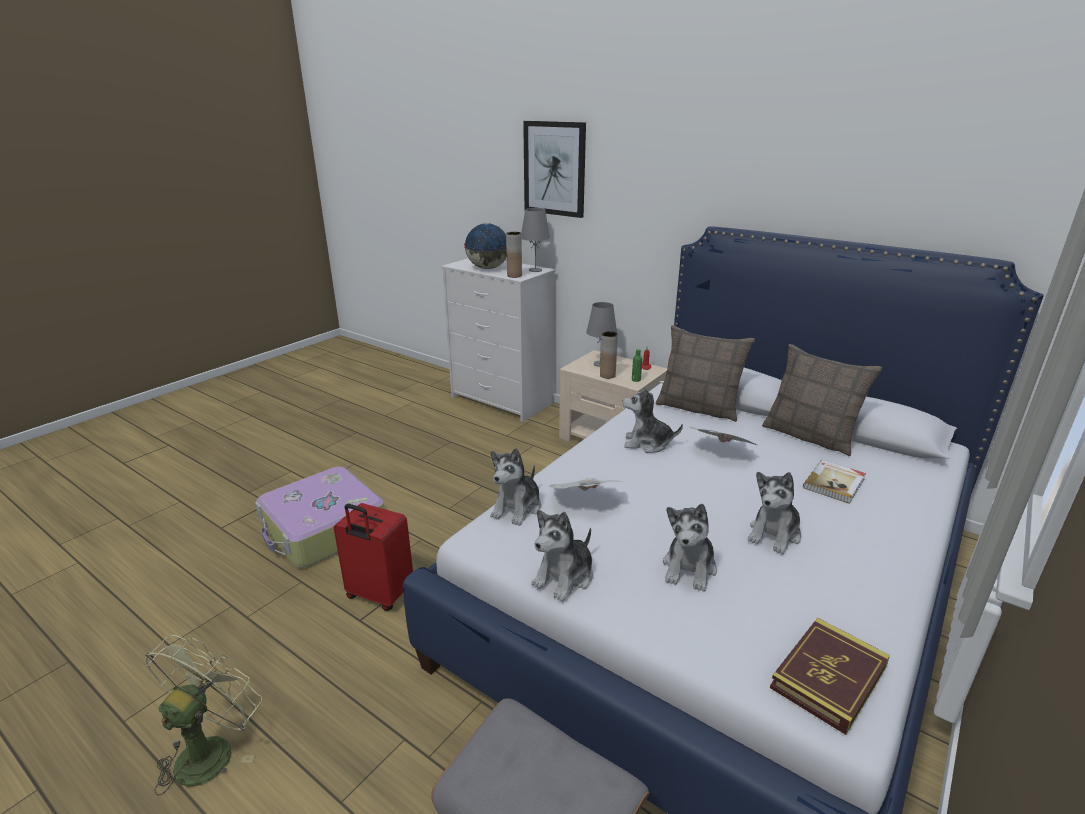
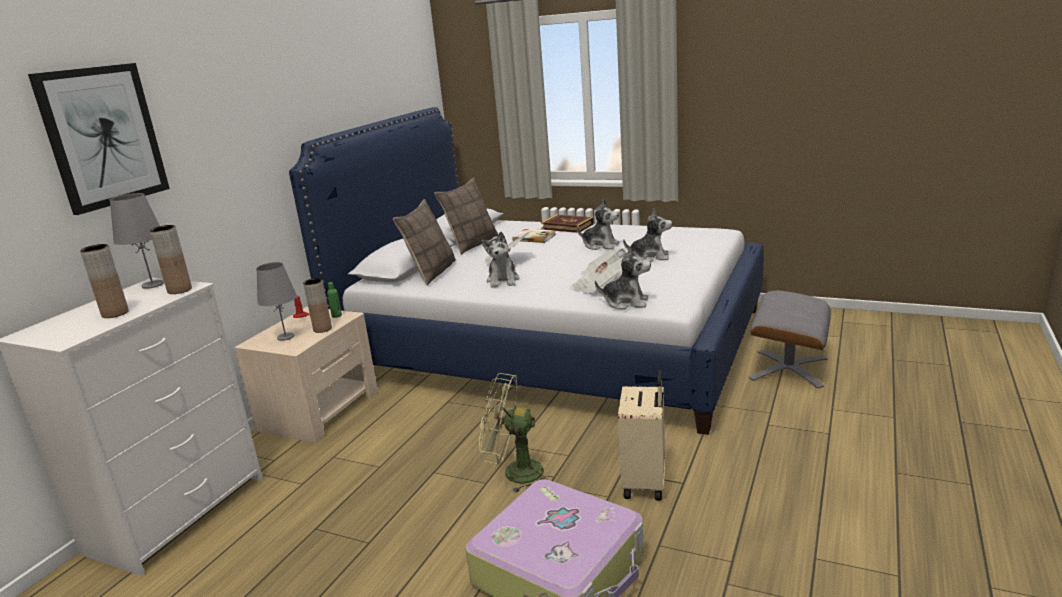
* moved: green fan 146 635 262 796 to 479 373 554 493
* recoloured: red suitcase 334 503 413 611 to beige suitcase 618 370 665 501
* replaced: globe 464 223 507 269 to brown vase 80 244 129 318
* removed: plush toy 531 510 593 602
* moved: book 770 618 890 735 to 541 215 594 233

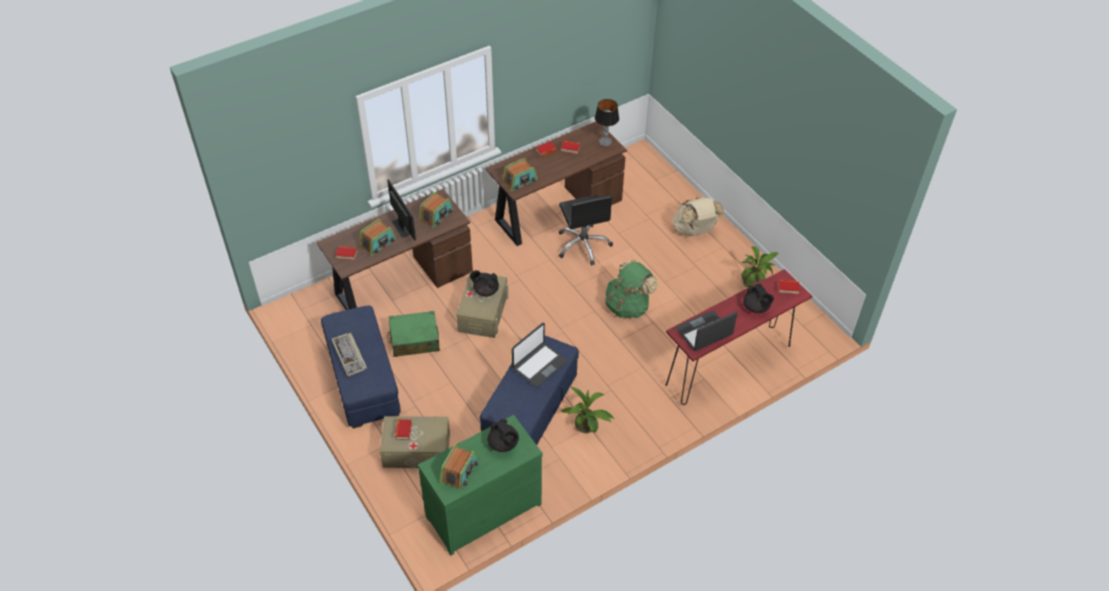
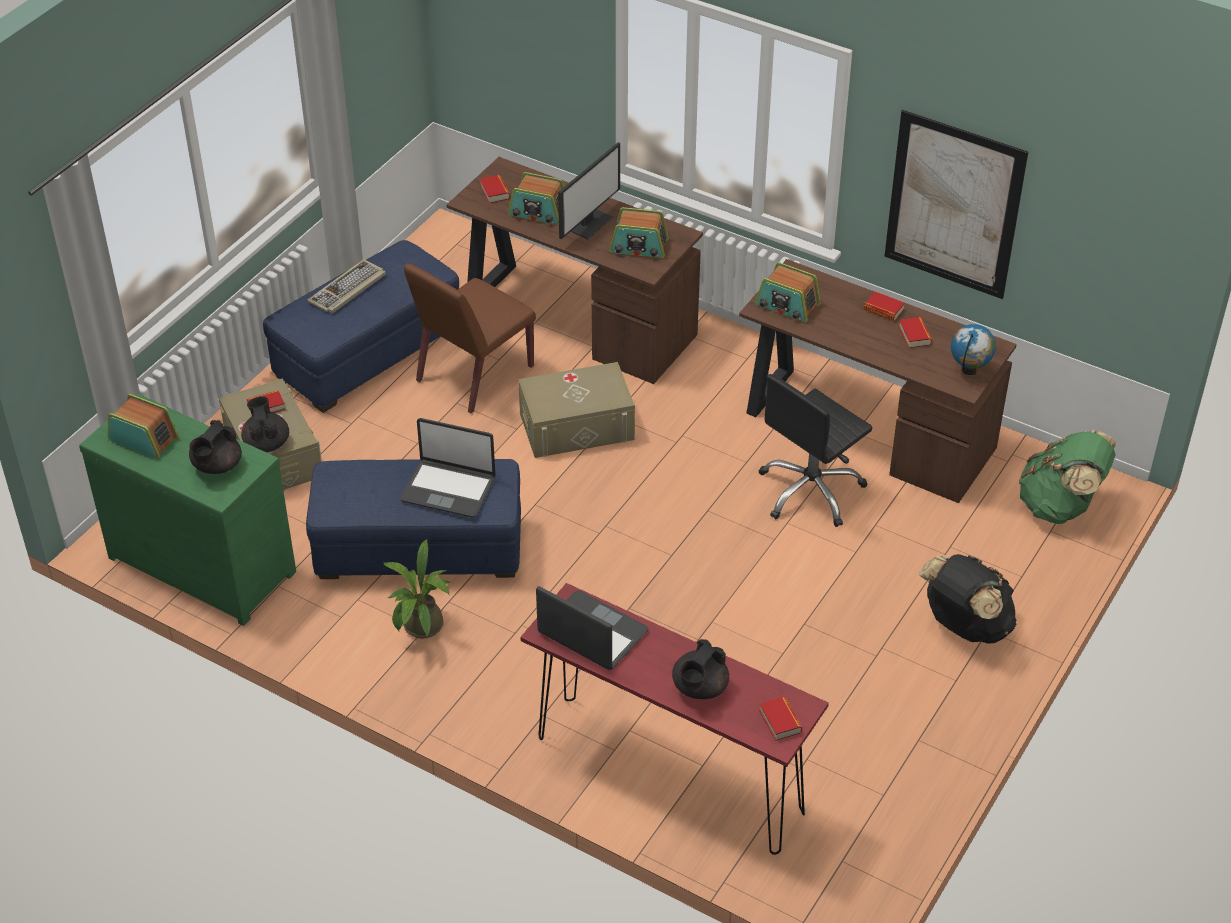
* replaced: green suitcase 387 311 440 357 to brown chair 404 264 536 414
* turned: radio 441 444 478 491 = 108 394 179 459 150 degrees counterclockwise
* moved: black teapot 470 270 499 297 to 241 396 289 452
* replaced: table lamp 595 99 619 146 to globe 951 324 996 375
* moved: green backpack 605 260 658 318 to 1019 430 1116 524
* recoloured: beige backpack 672 197 724 236 to black backpack 919 554 1016 644
* removed: potted plant 741 246 779 288
* added: picture 884 110 1028 299

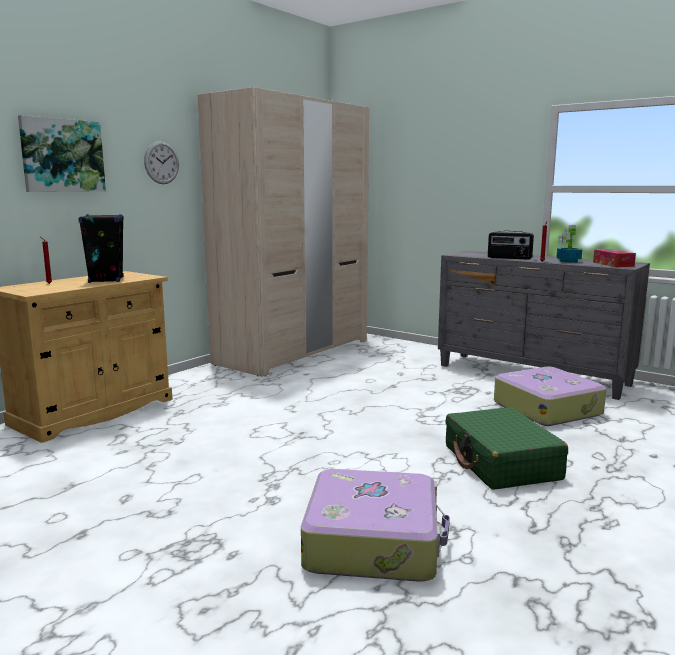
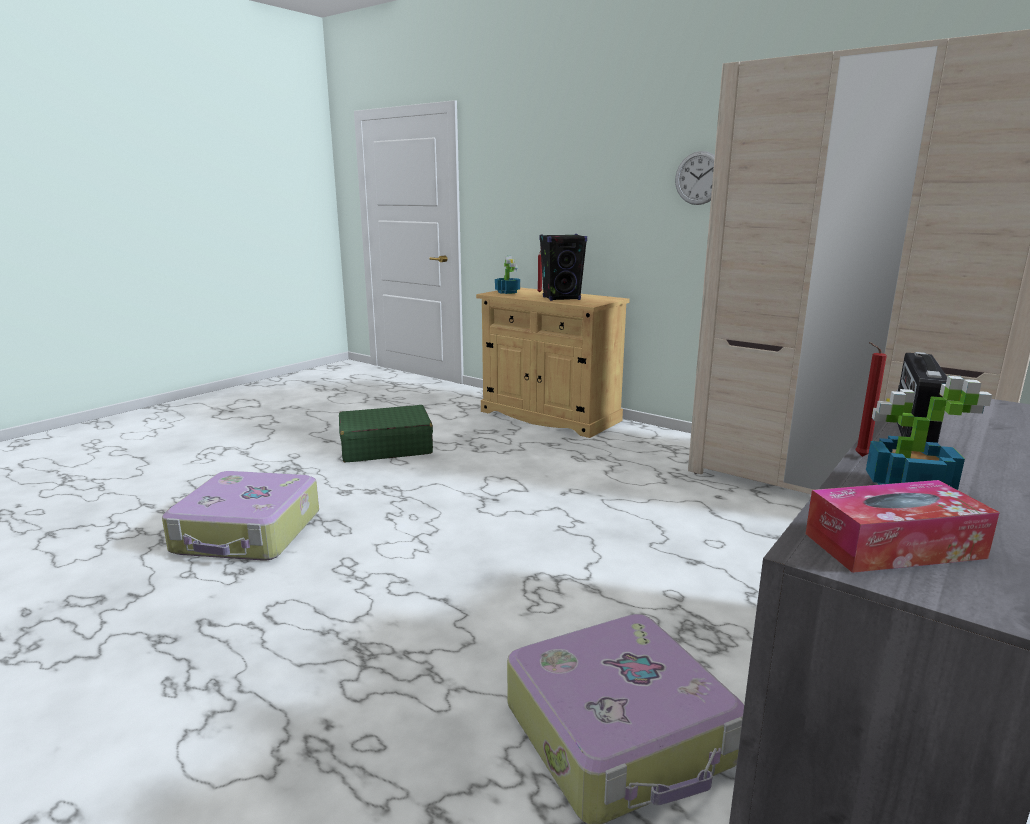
* removed: picture 18 115 106 192
* moved: green suitcase 445 407 568 490 to 339 405 433 462
* added: potted plant 495 256 520 294

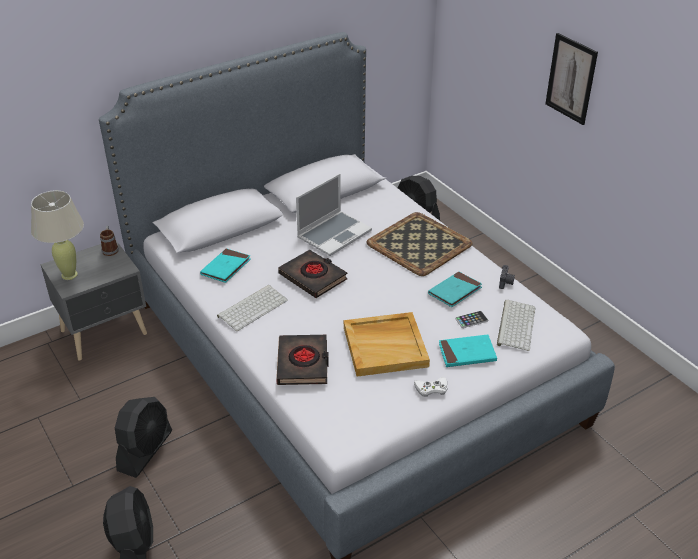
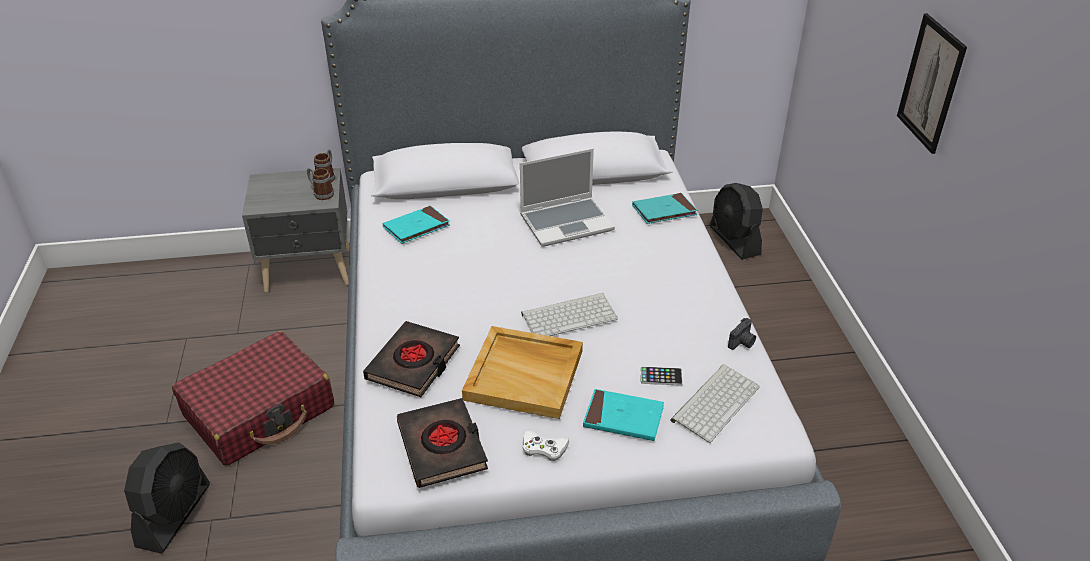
* removed: beige table lamp 31 191 84 280
* replaced: black fan 115 397 172 478 to red suitcase 172 331 334 466
* moved: keyboard 217 285 288 331 to 521 293 618 336
* moved: black book 278 250 347 298 to 397 398 488 488
* removed: tray 366 212 473 276
* moved: turquoise book 428 271 482 307 to 632 193 697 224
* added: mug 307 167 334 200

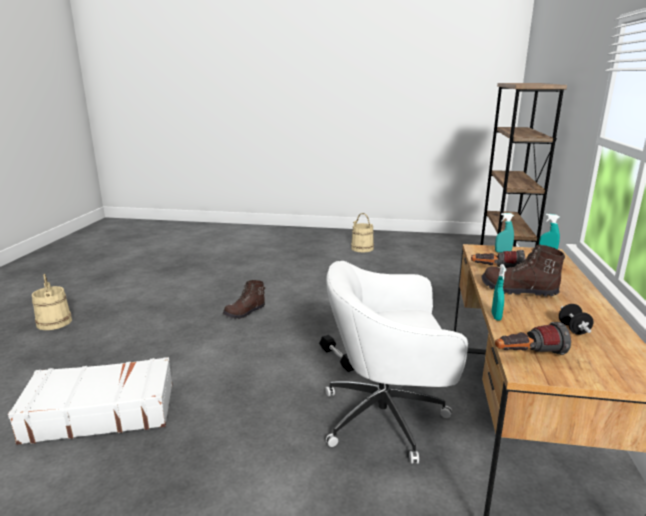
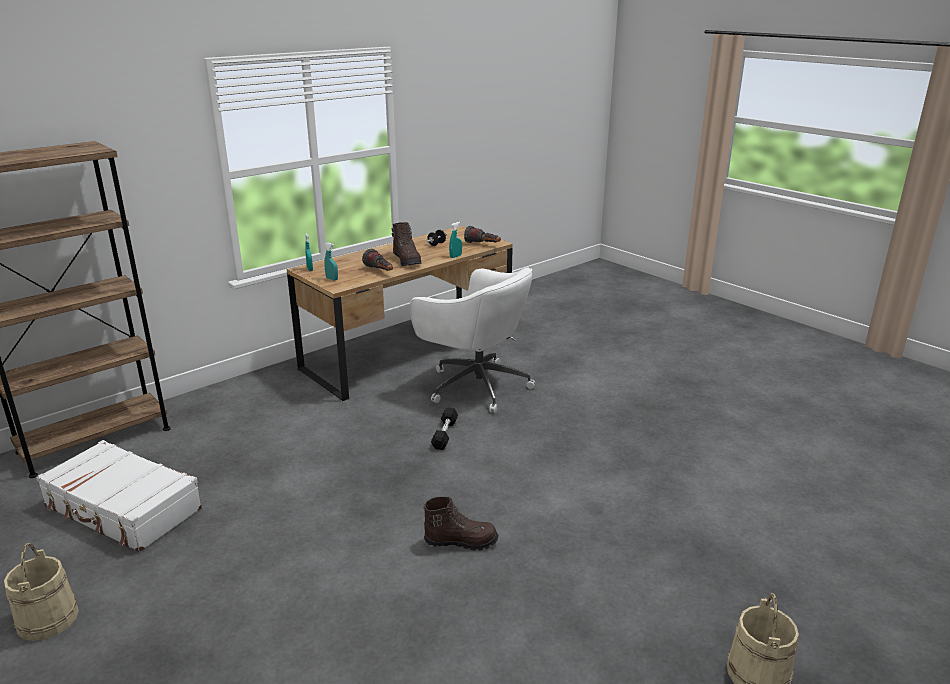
* moved: white suitcase 8 357 172 445 to 36 440 202 552

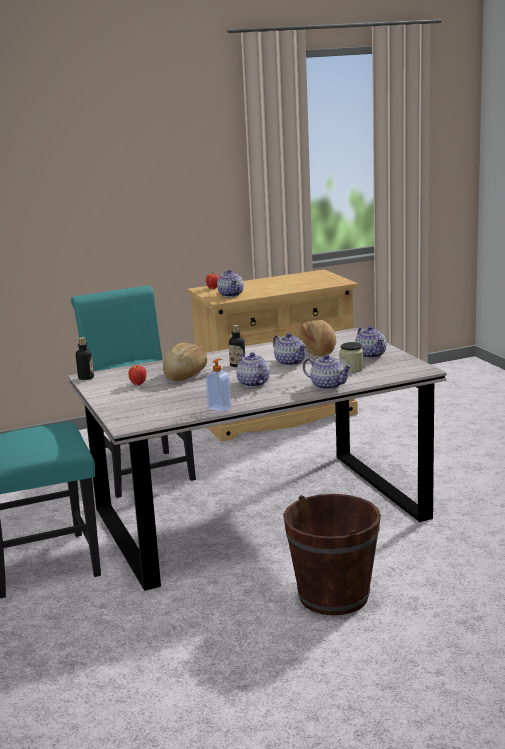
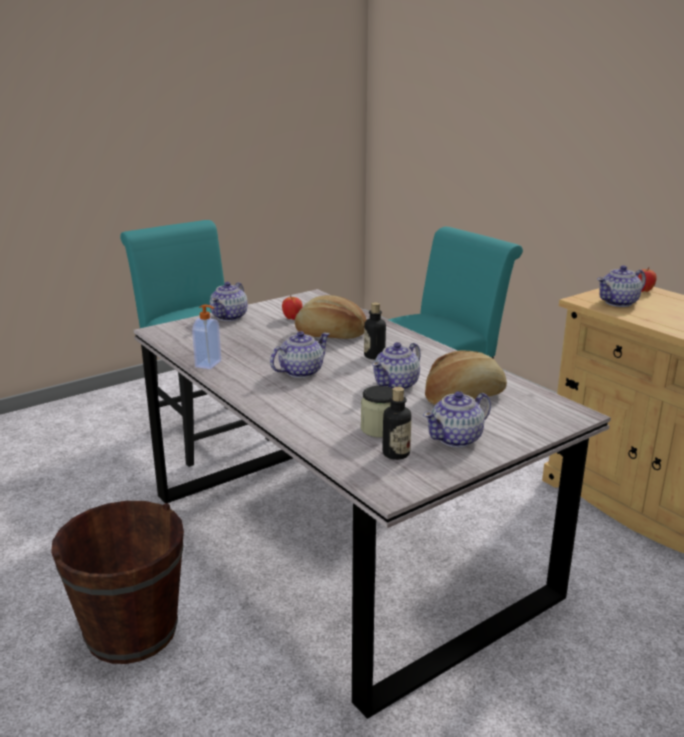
* moved: bottle 76 337 94 380 to 382 387 412 460
* moved: teapot 303 354 352 390 to 210 282 248 321

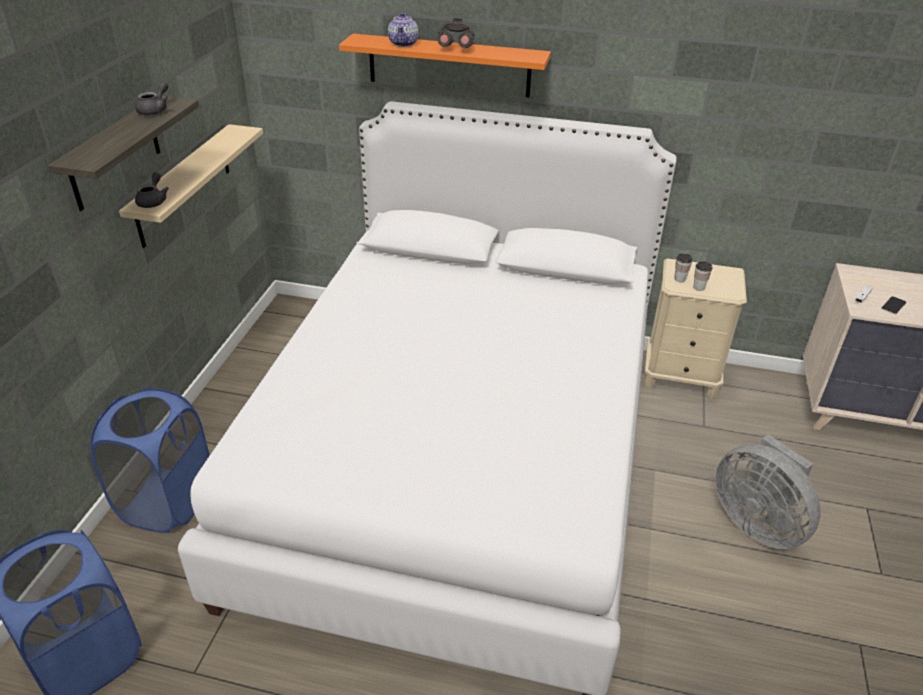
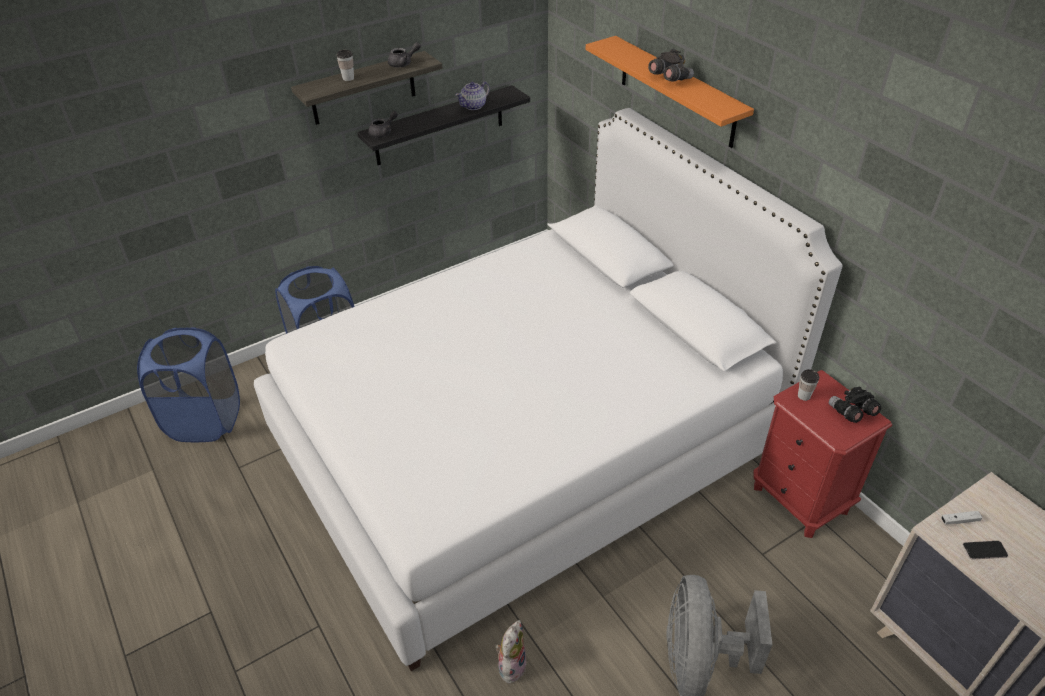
* recoloured: beige shelf 119 124 263 248 to black shelf 357 85 530 165
* moved: teapot 388 12 419 47 to 456 82 490 110
* recoloured: beige nightstand 645 258 747 399 to red nightstand 753 370 892 538
* moved: cup 693 261 713 291 to 337 50 354 81
* added: plush toy 495 620 527 684
* added: black binoculars 829 386 881 423

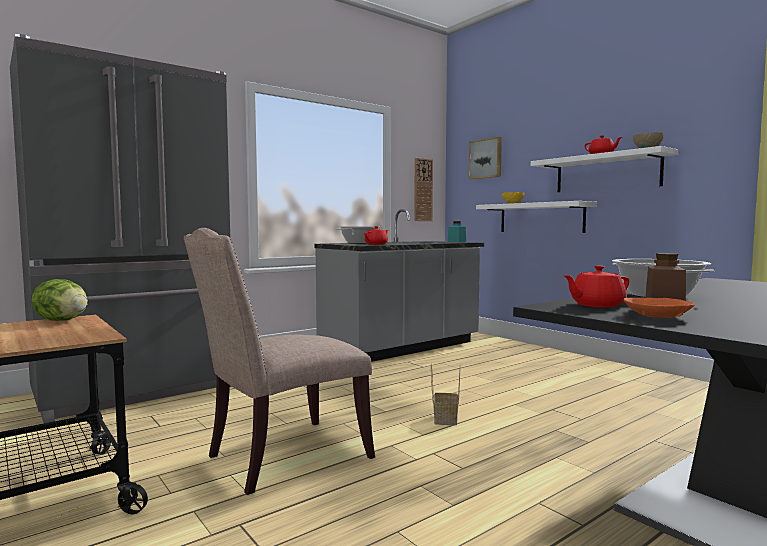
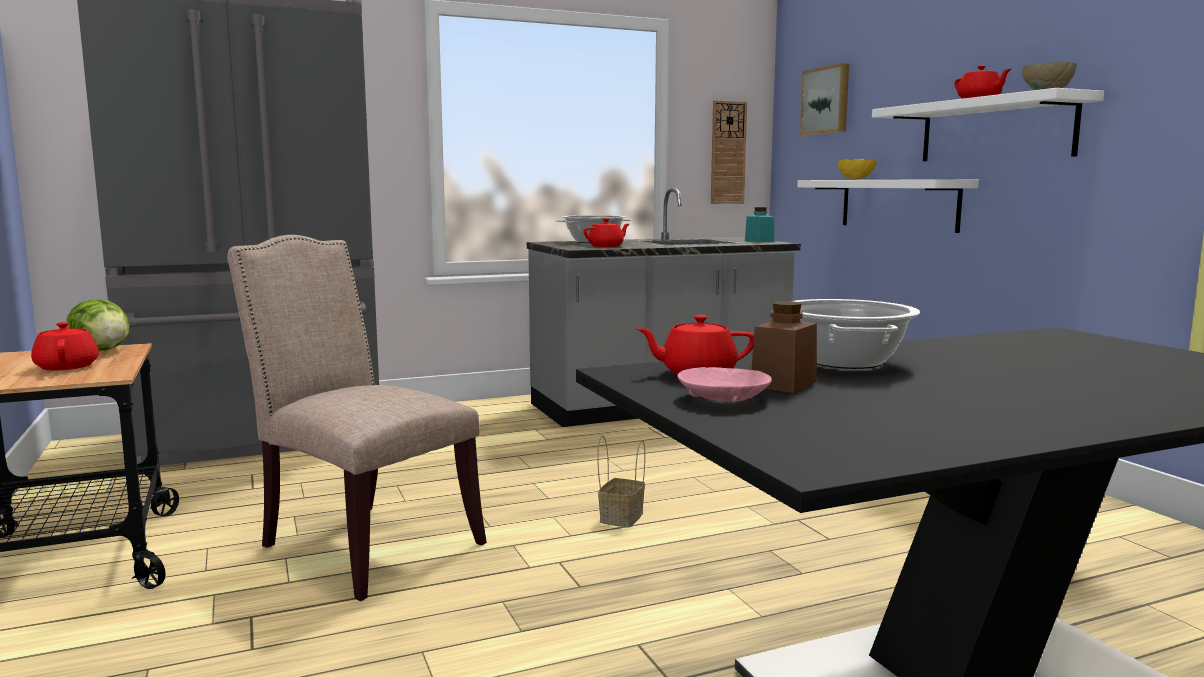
* turned: beige chair 184 228 375 495 = 227 235 487 601 60 degrees clockwise
* recoloured: orange bowl 624 298 695 318 to pink bowl 677 367 772 402
* added: red teapot 31 322 99 370

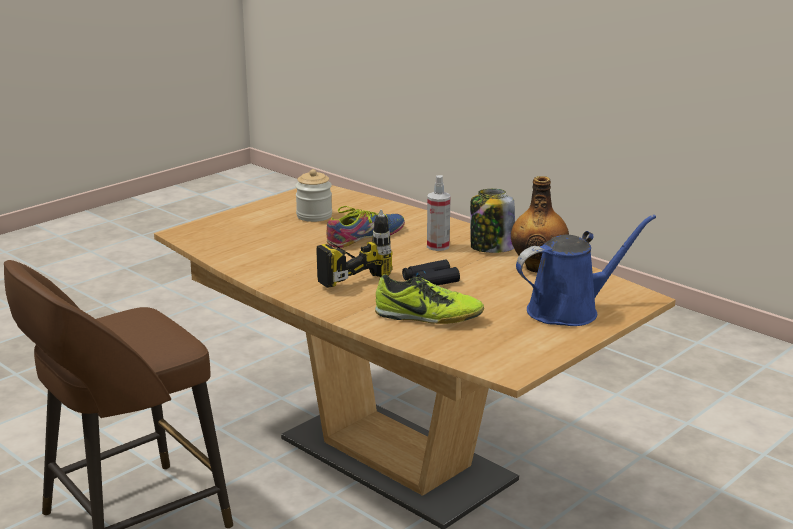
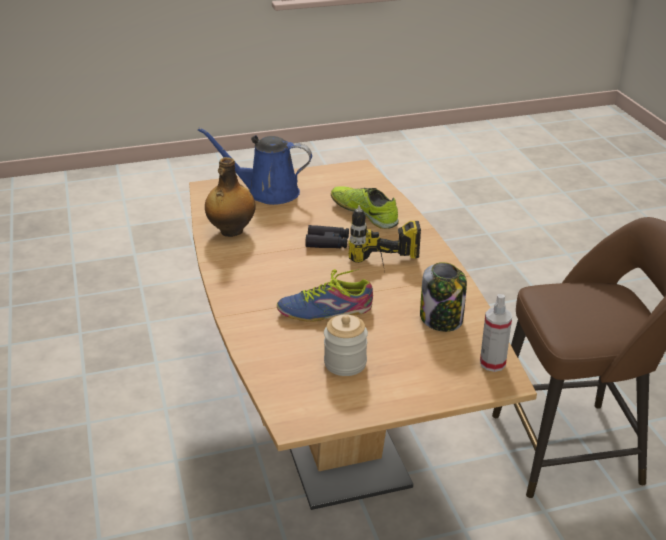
* moved: spray bottle 427 175 451 251 to 480 294 512 372
* moved: jar 470 189 515 253 to 420 262 467 332

